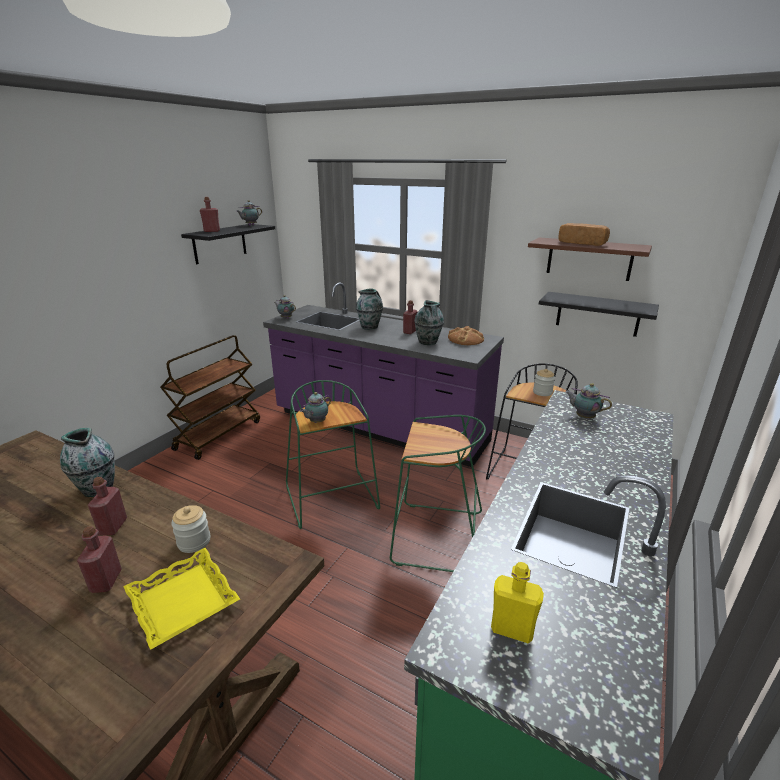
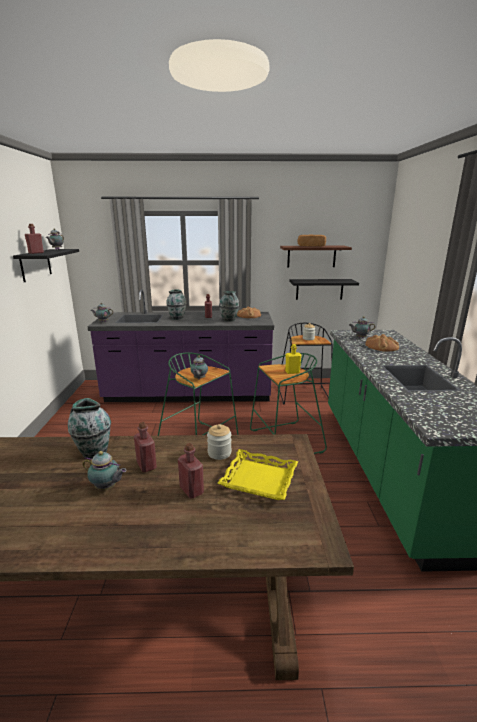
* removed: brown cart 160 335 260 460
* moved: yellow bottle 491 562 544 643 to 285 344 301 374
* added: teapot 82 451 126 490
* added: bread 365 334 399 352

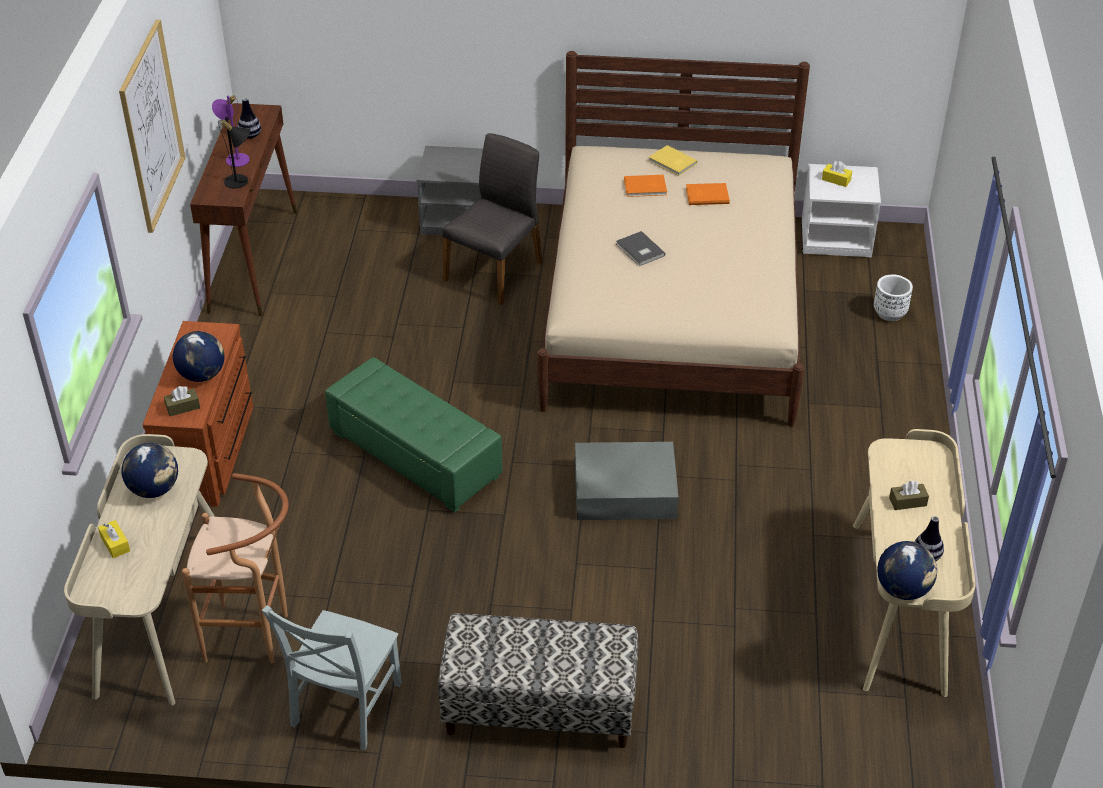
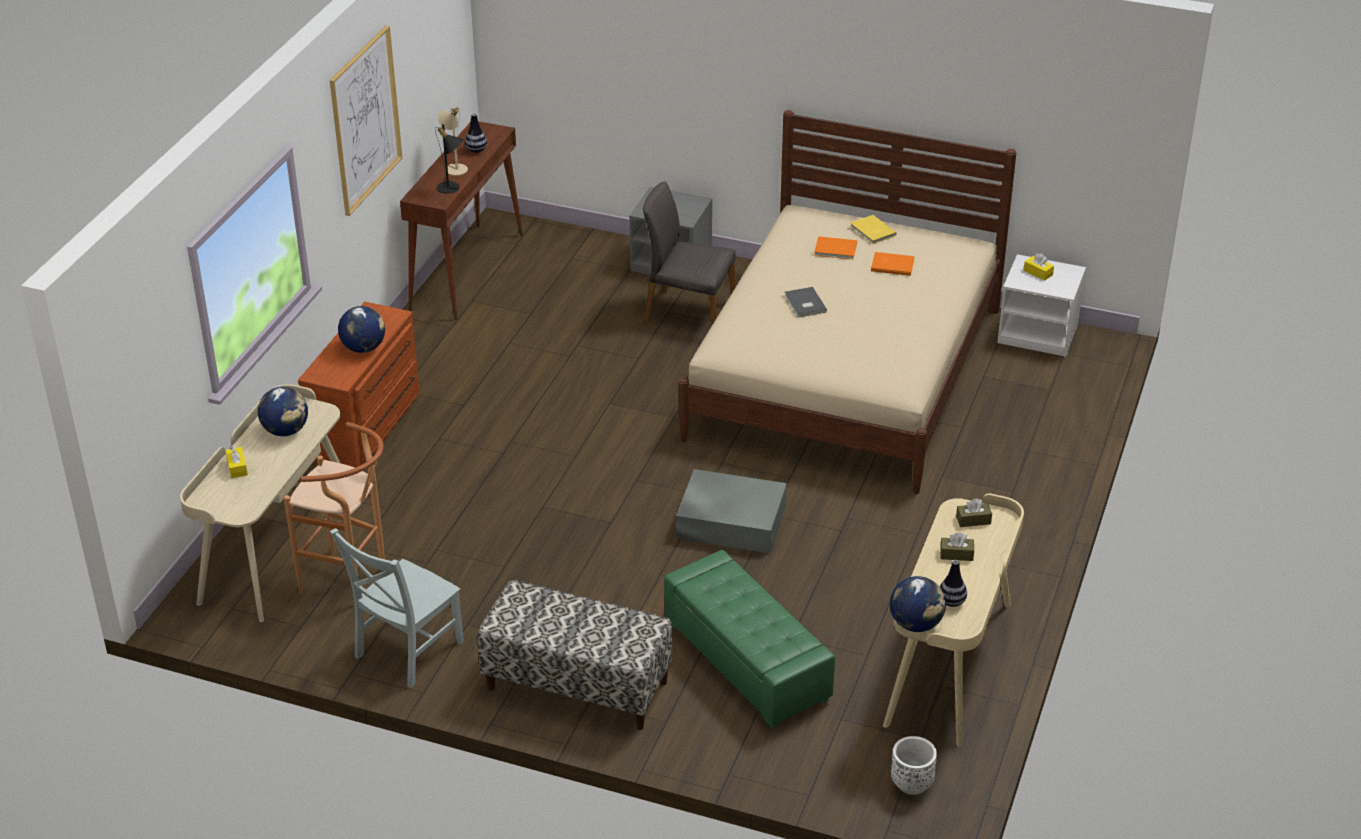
* moved: brown tissue box 164 386 200 416 to 956 498 992 527
* recoloured: purple table lamp 212 95 250 167 to beige table lamp 438 107 468 176
* moved: green ottoman 325 357 503 512 to 664 550 835 728
* turned: grey chair 442 133 542 305 = 643 181 736 325 120 degrees counterclockwise
* moved: white planter 874 275 913 321 to 891 736 937 795

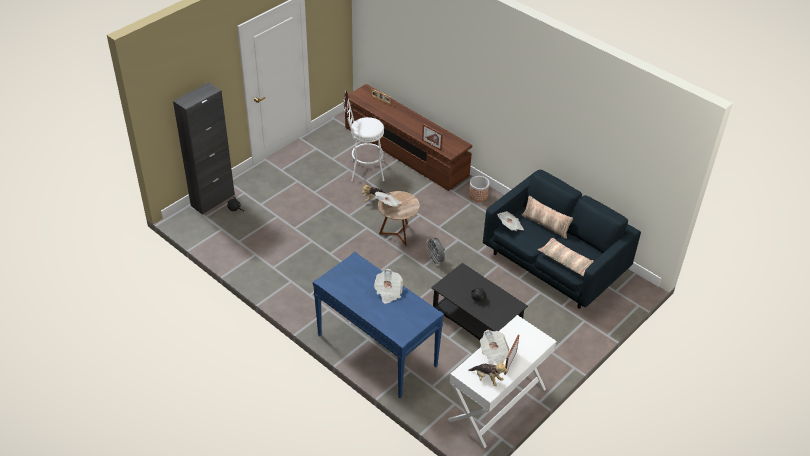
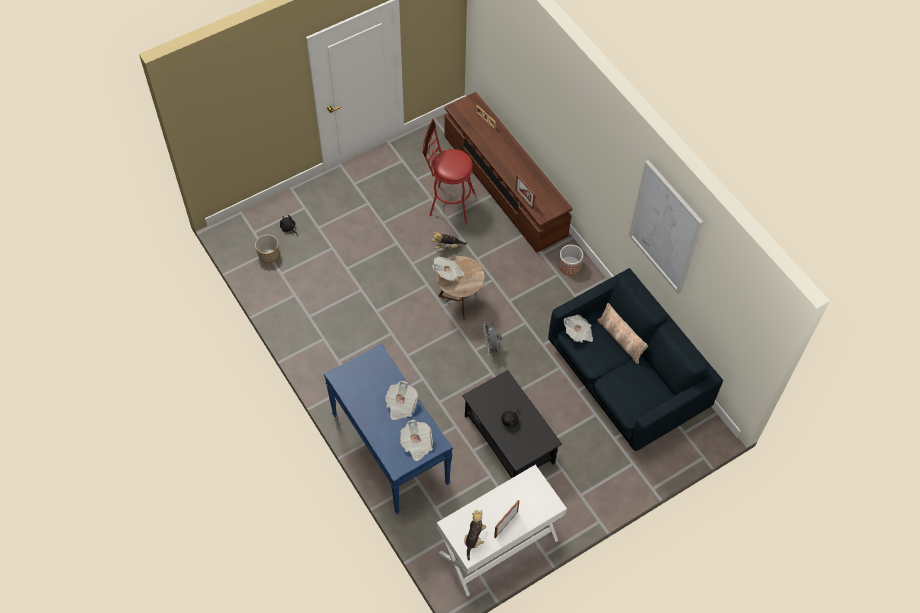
* removed: black cabinet 173 82 235 215
* recoloured: white stool 344 91 384 181 to red stool 422 119 475 223
* turned: plush toy 468 360 508 386 = 464 510 486 560 120 degrees counterclockwise
* moved: newspaper 480 330 509 365 to 400 420 433 461
* removed: pillow 538 238 594 277
* added: planter 255 235 279 263
* added: picture 629 160 703 294

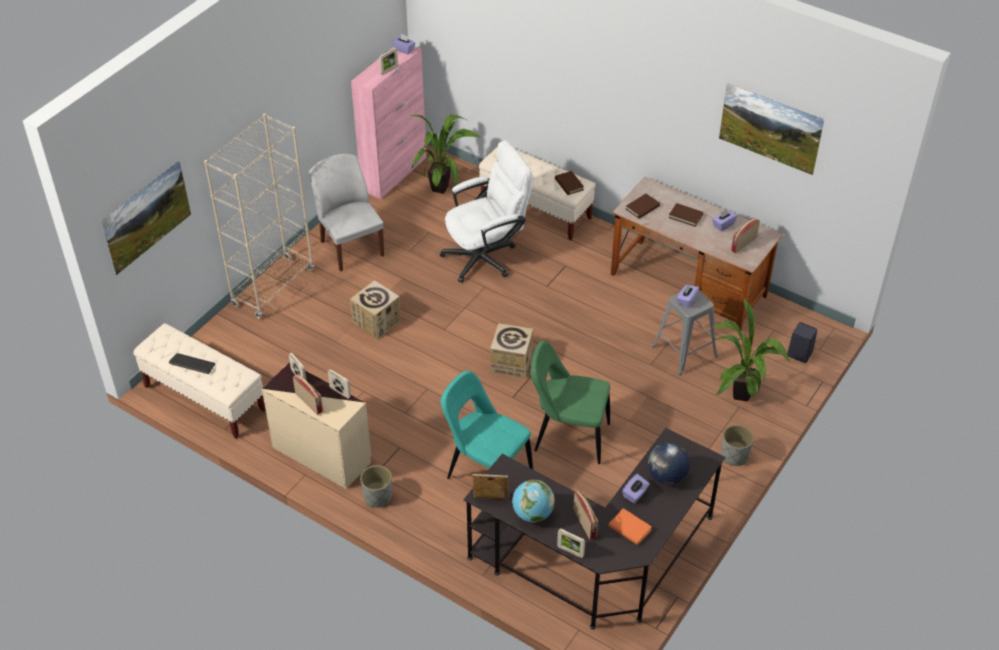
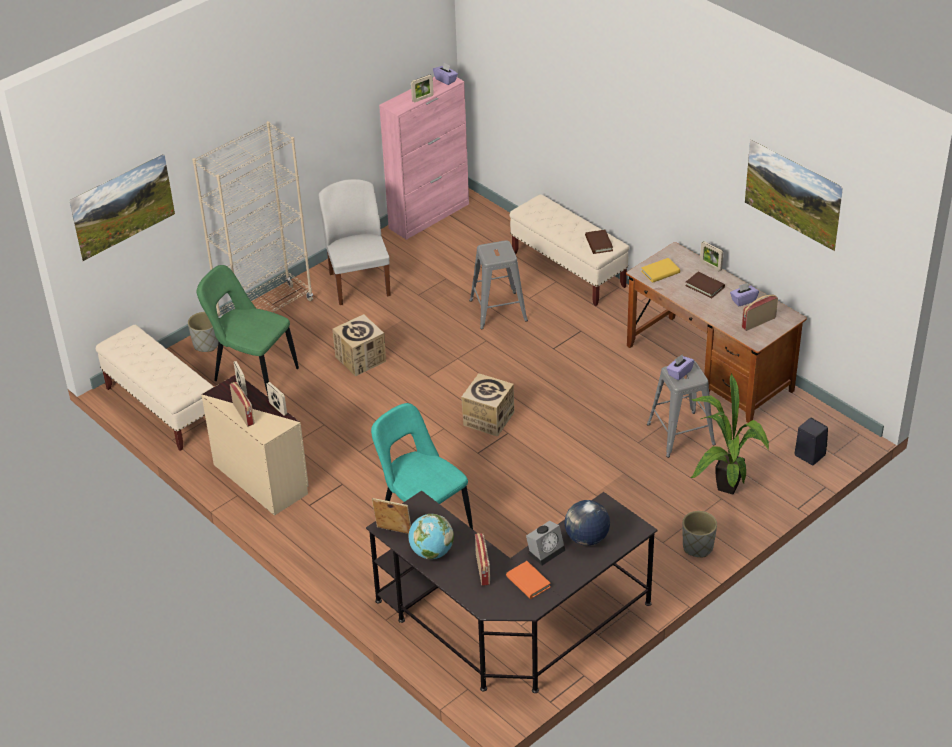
* removed: keyboard 169 353 215 374
* moved: grey planter 360 465 392 507 to 188 312 219 352
* removed: potted plant 411 114 481 194
* replaced: white office chair 440 140 533 283 to grey stool 469 240 528 329
* moved: green chair 530 341 610 464 to 197 265 299 395
* moved: picture frame 557 528 585 558 to 700 241 723 272
* replaced: purple tissue box 622 474 650 504 to alarm clock 526 521 565 565
* recoloured: brown book 626 194 660 219 to yellow book 641 258 680 283

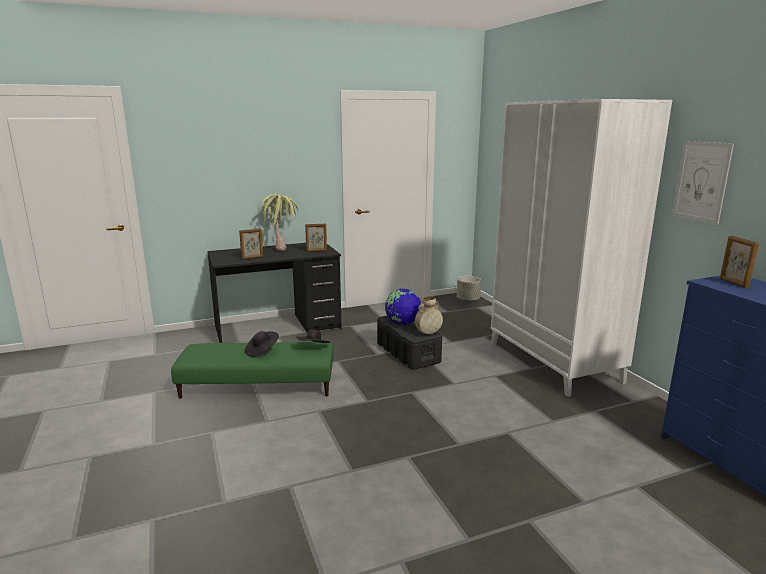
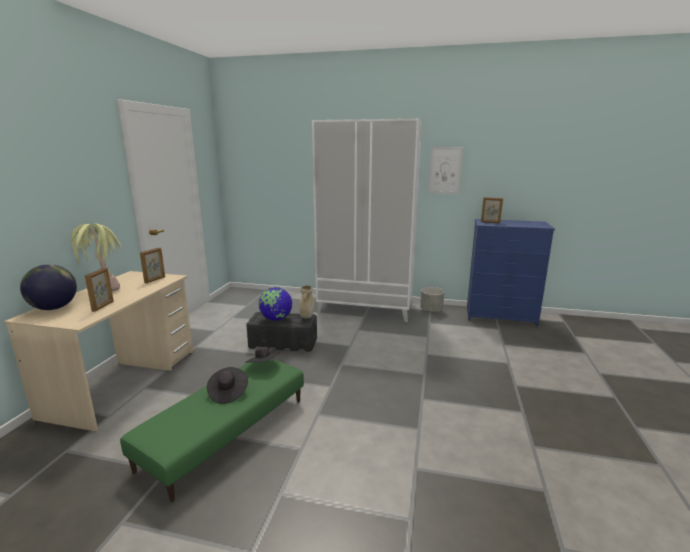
* recoloured: black desk 207 243 342 343 to beige desk 4 271 193 432
* moved: grey planter 457 276 481 302 to 420 287 444 313
* added: globe 20 264 77 310

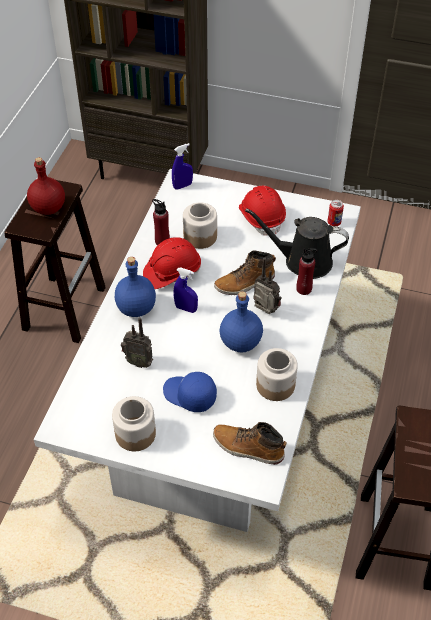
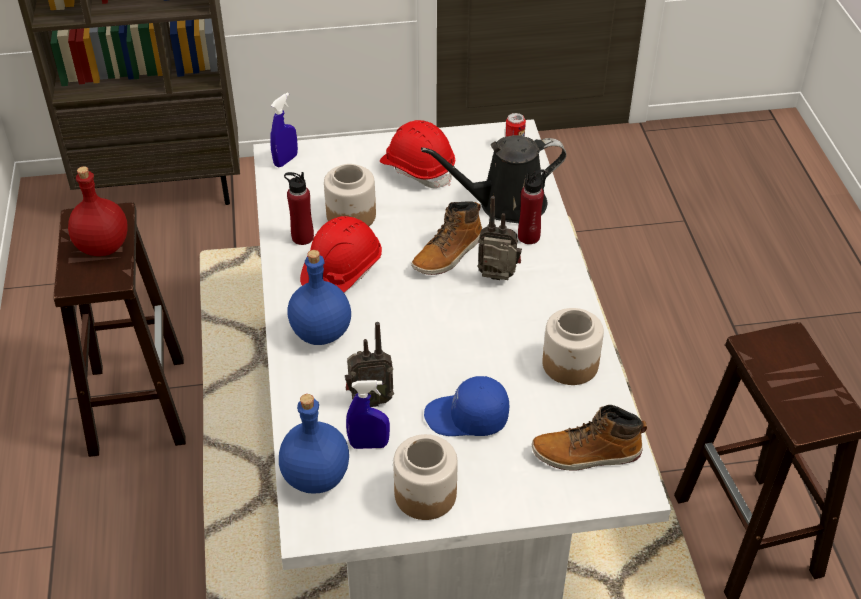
* moved: blue spray bottle 173 268 198 313 to 346 380 390 449
* moved: blue bottle 220 291 263 353 to 279 394 349 494

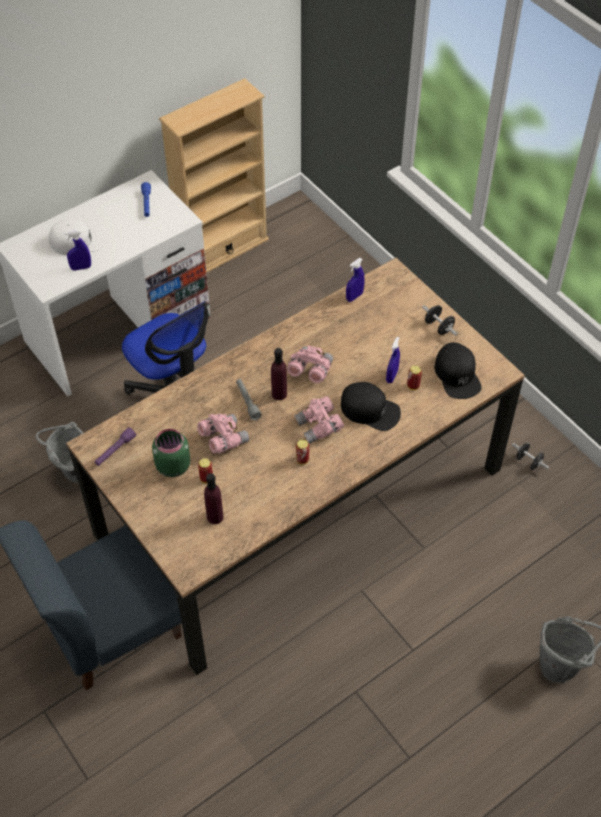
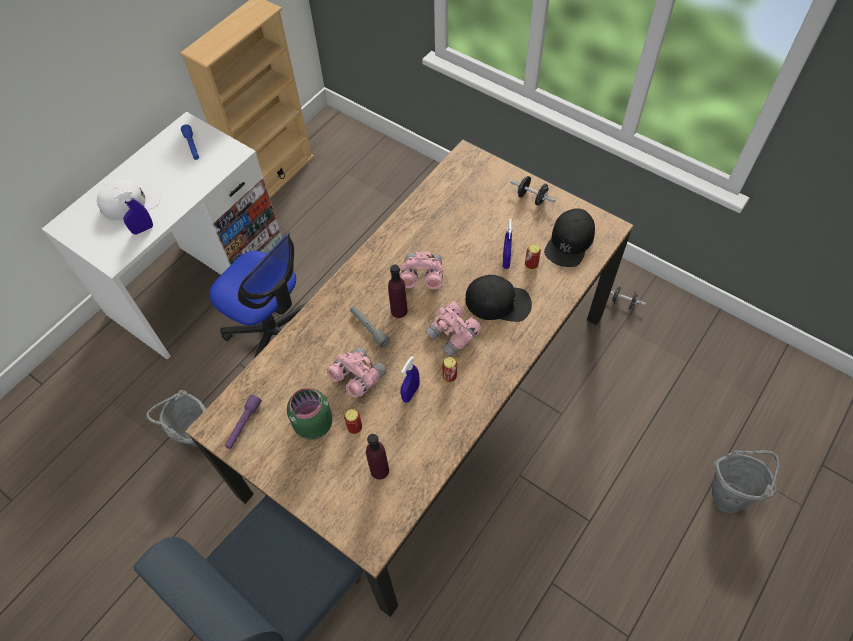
* moved: blue spray bottle 346 258 365 302 to 400 356 420 403
* turned: black cap 435 342 482 399 = 544 208 595 267 60 degrees clockwise

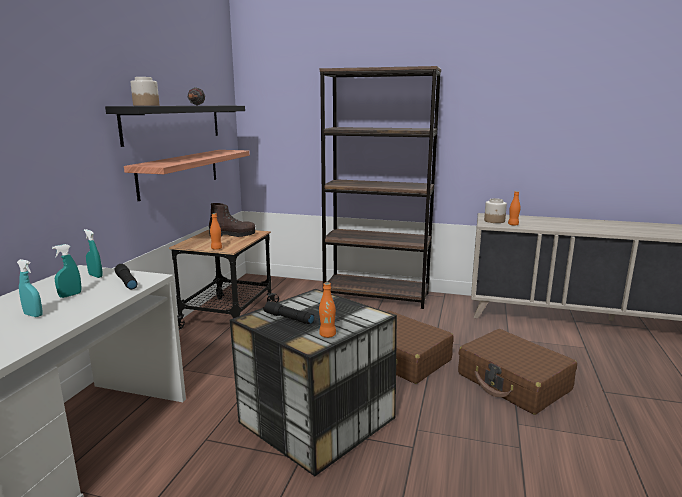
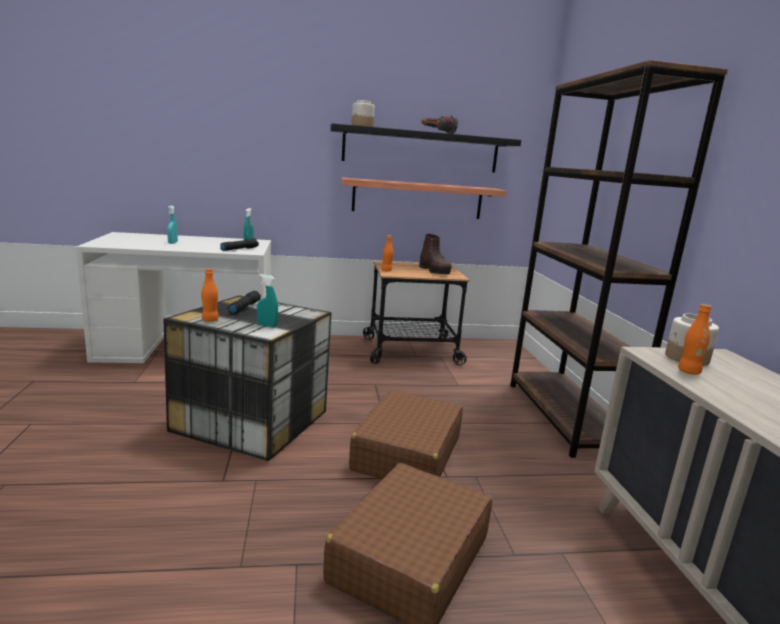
* moved: turquoise spray bottle 52 244 81 298 to 257 274 278 327

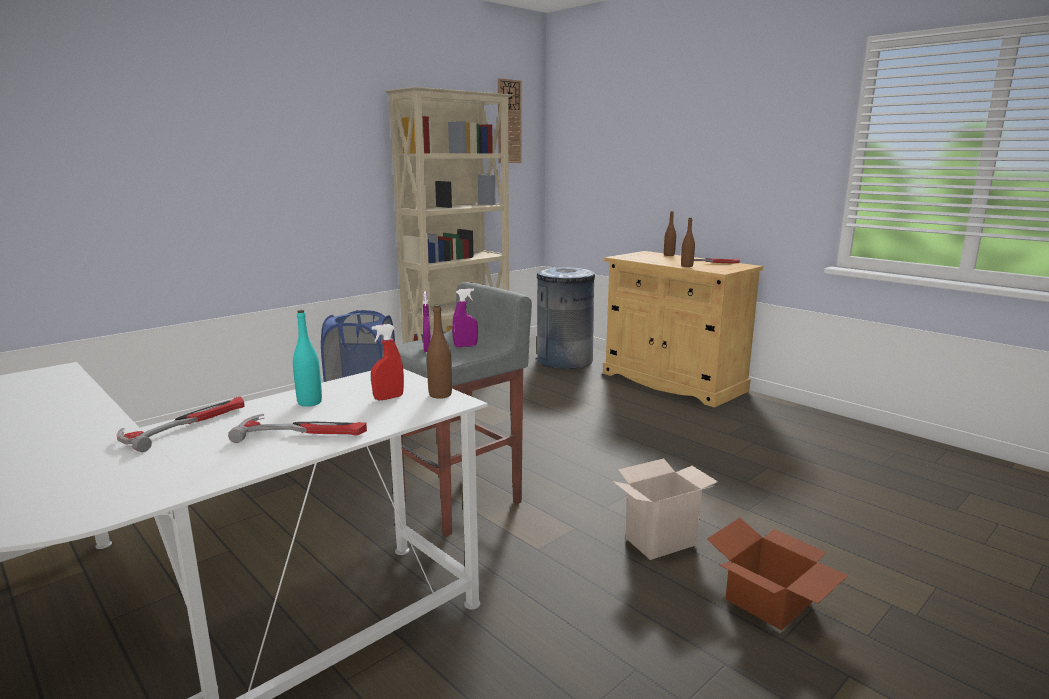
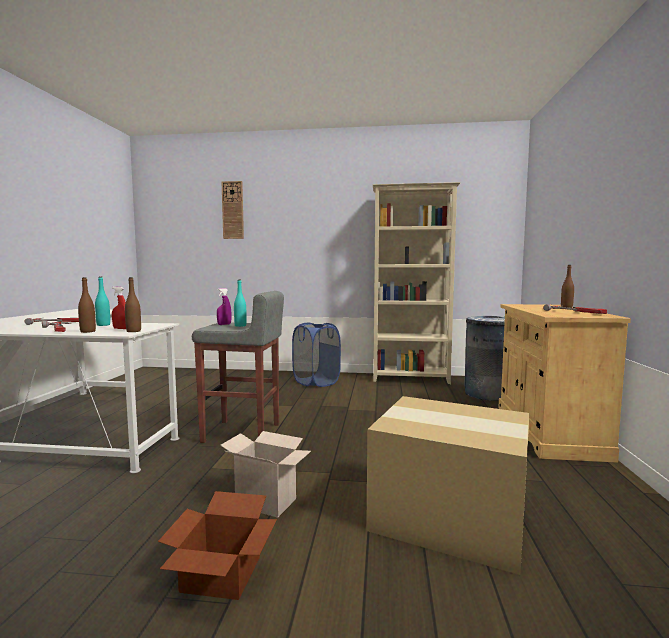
* replaced: purple spray bottle 452 288 478 347 to turquoise bottle 234 280 247 327
* moved: wall clock 498 78 522 163 to 222 181 244 239
* moved: brown bottle 681 218 695 267 to 78 277 96 333
* added: cardboard box 366 396 530 575

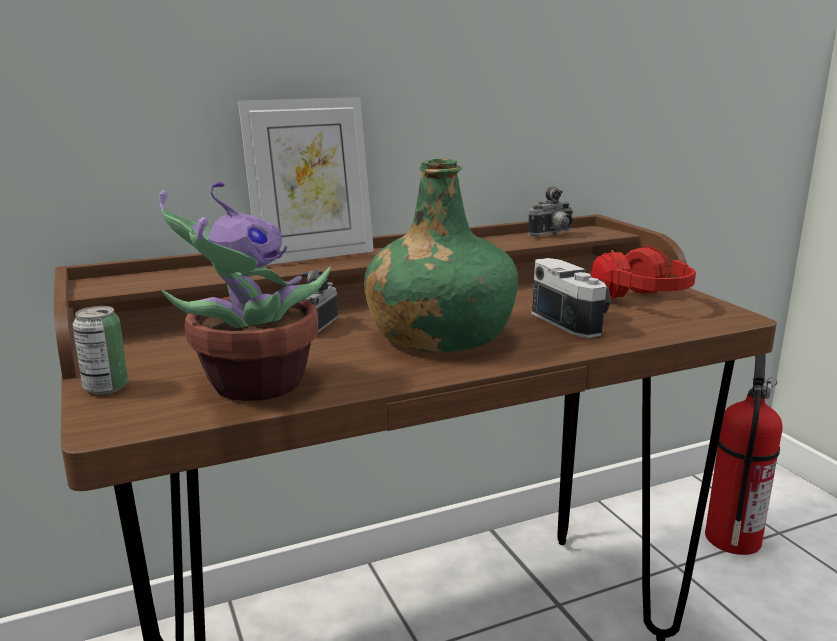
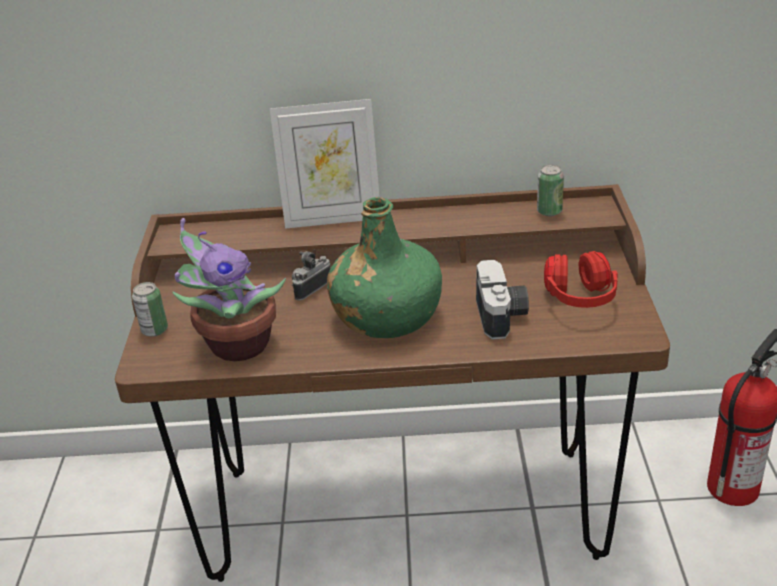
* replaced: photo camera 528 186 573 236 to can 537 164 564 216

